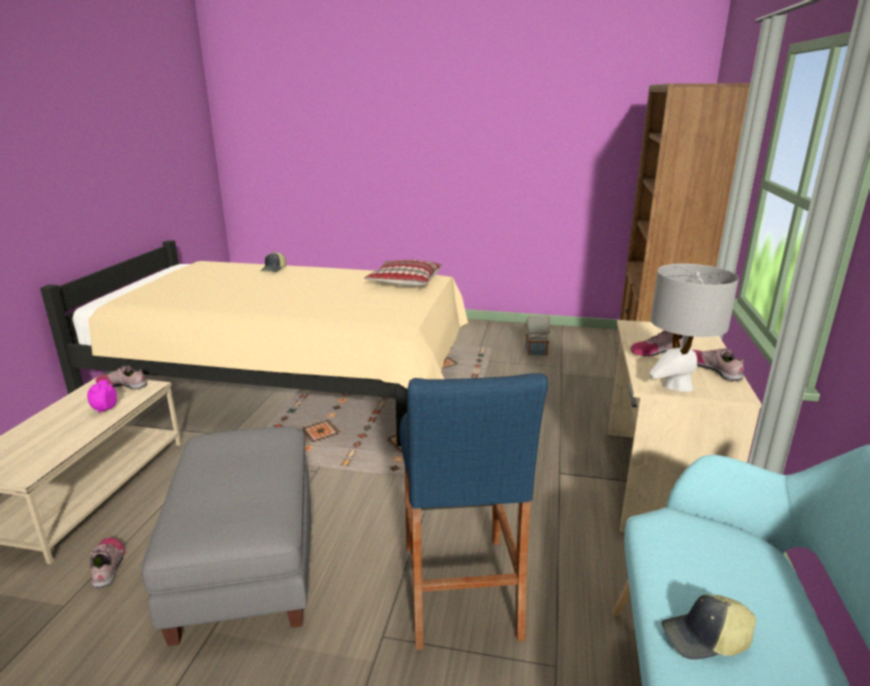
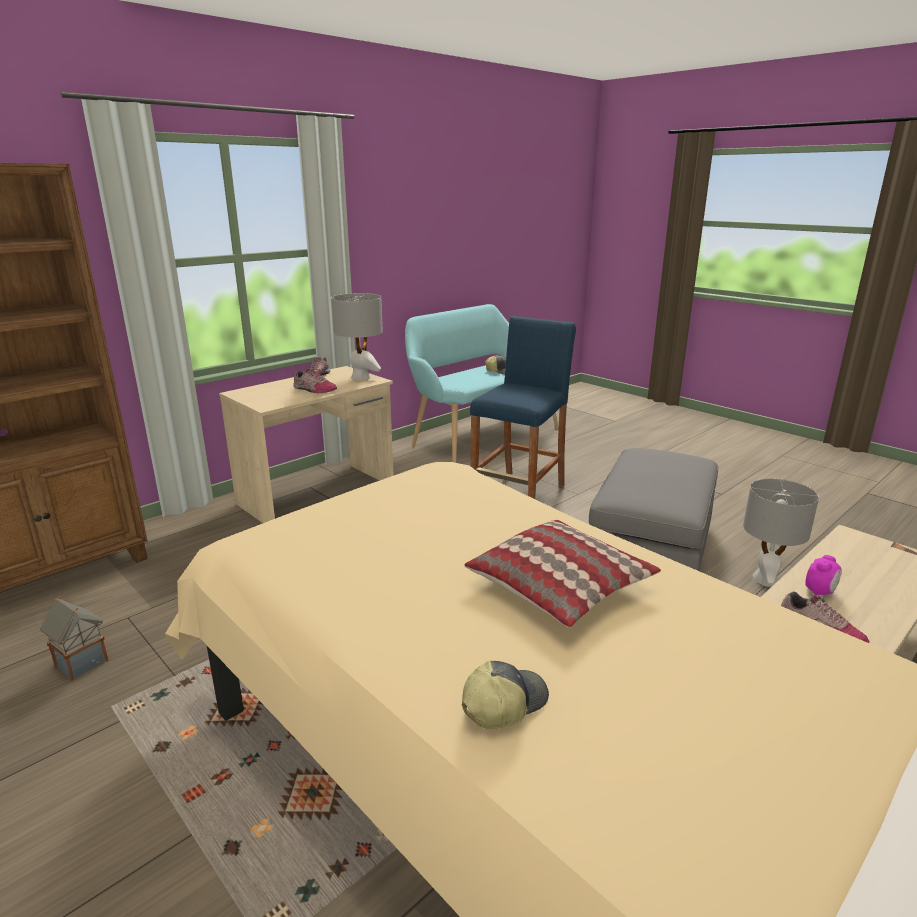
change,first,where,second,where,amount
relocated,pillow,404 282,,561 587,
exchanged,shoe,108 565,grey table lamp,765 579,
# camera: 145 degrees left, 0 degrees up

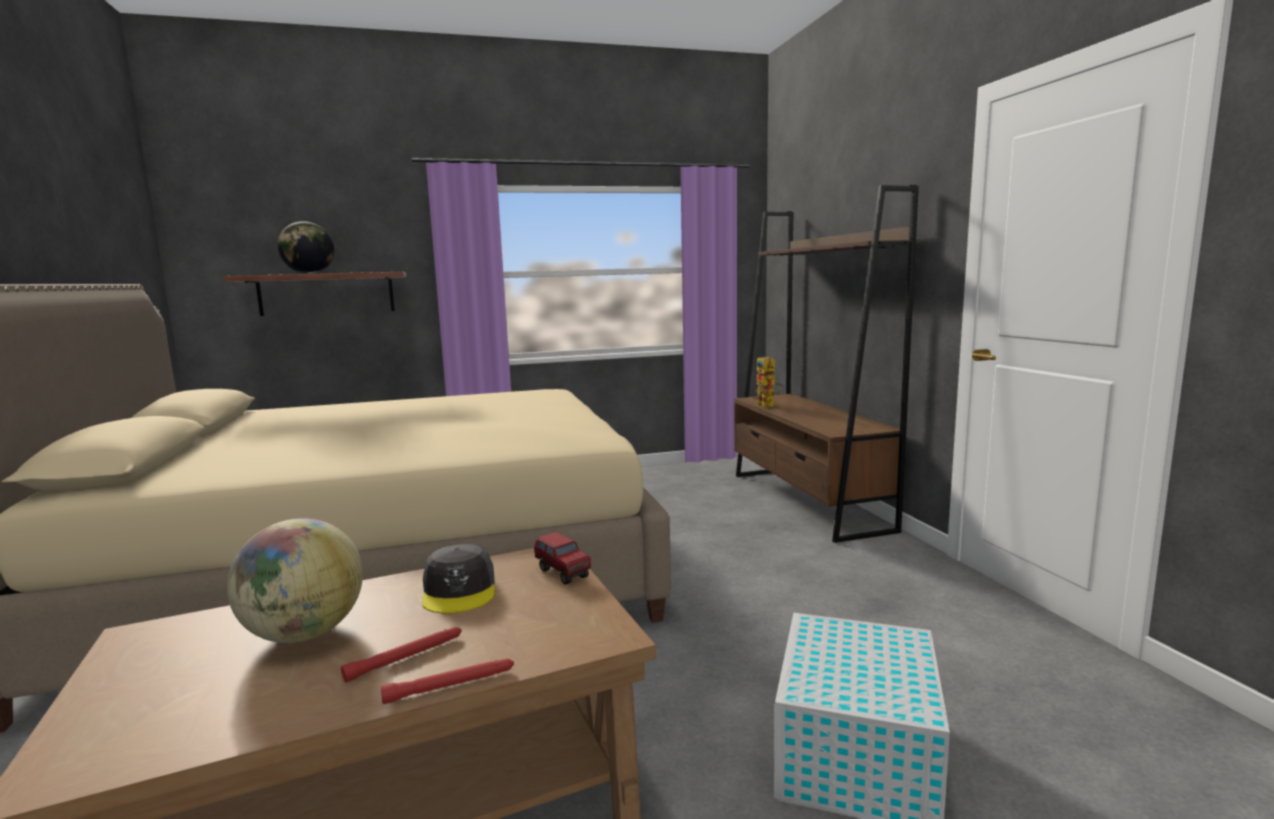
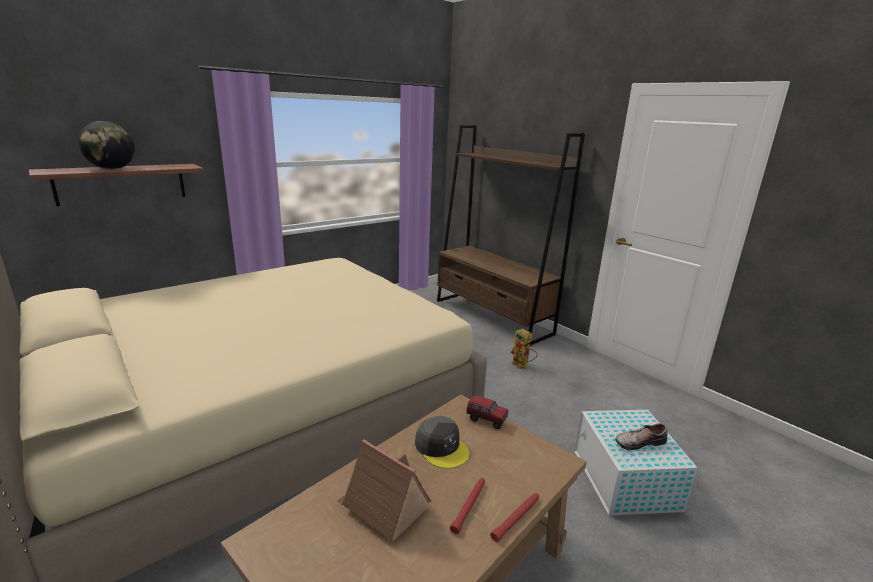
change,first,where,second,where,amount
appeared,,,shoe,638 441,
relocated,toy robot,768 406,,523 366,
exchanged,globe,304 634,toy house,383 506,
# camera: 25 degrees left, 10 degrees up

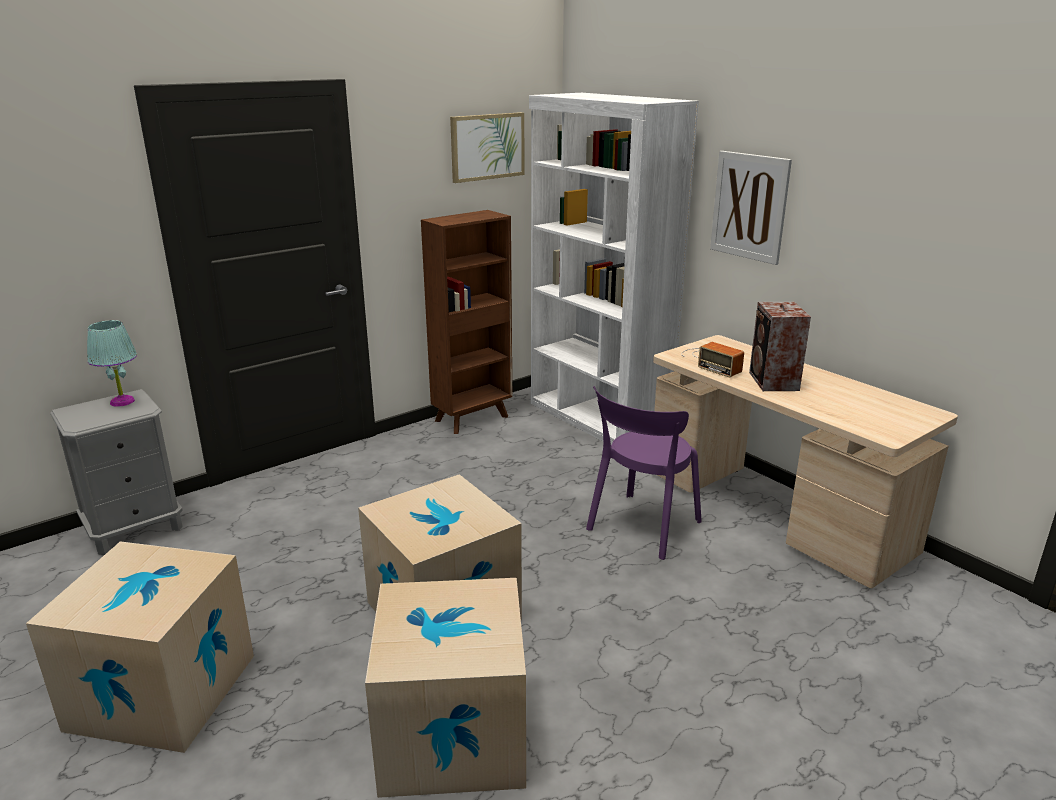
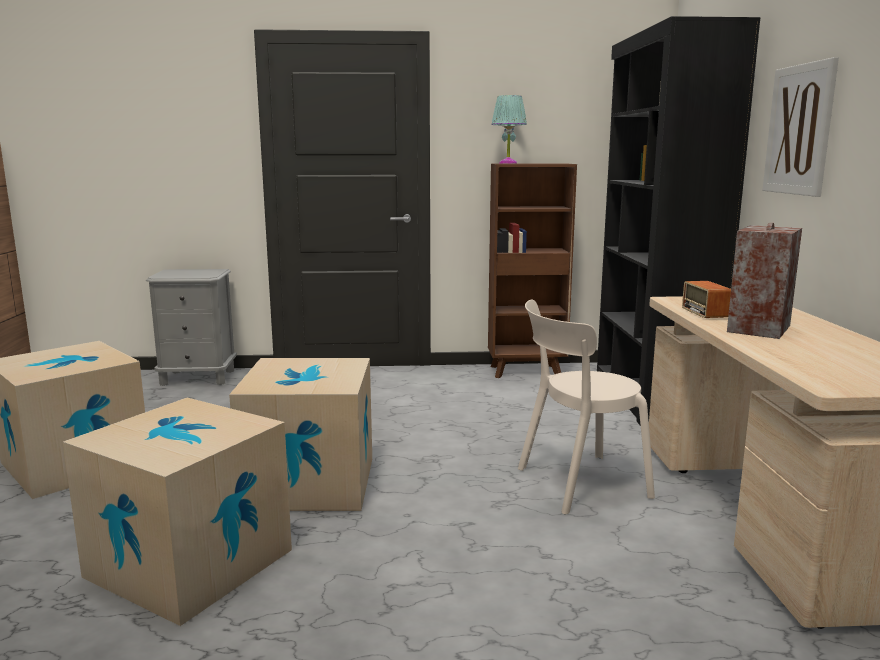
change,first,where,second,where,amount
missing,picture,487 146,,,
relocated,turquoise table lamp,122 401,,508 163,
colour,white bookcase,597 419,black bookcase,649 396,
colour,purple chair,641 528,beige chair,577 484,
# camera: 35 degrees right, 10 degrees down

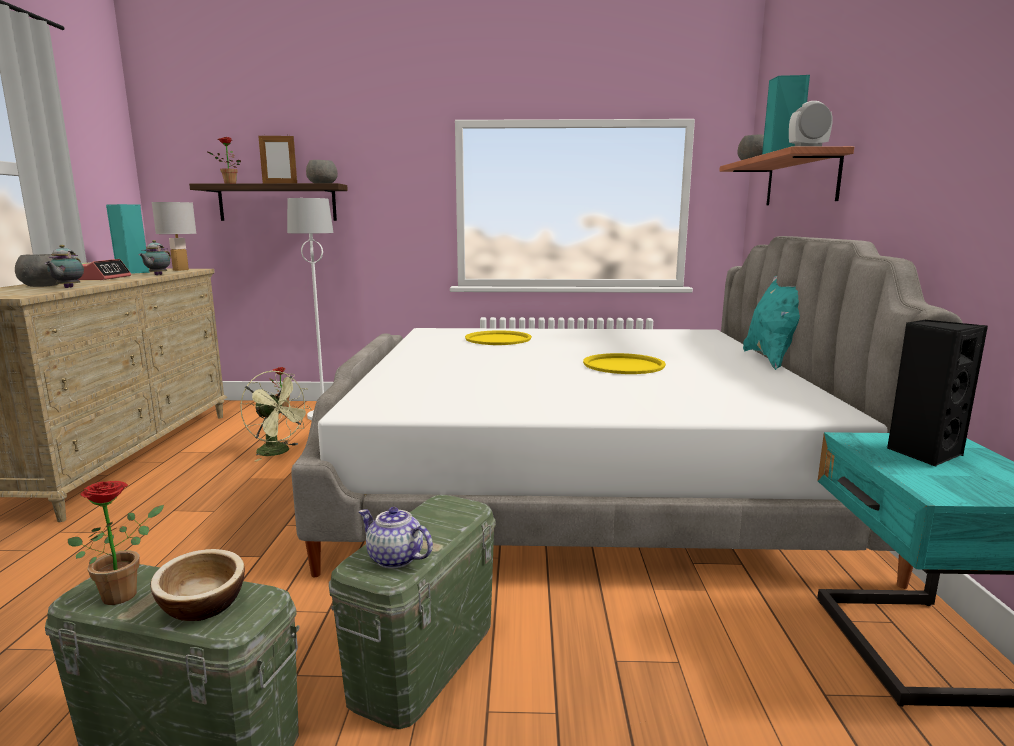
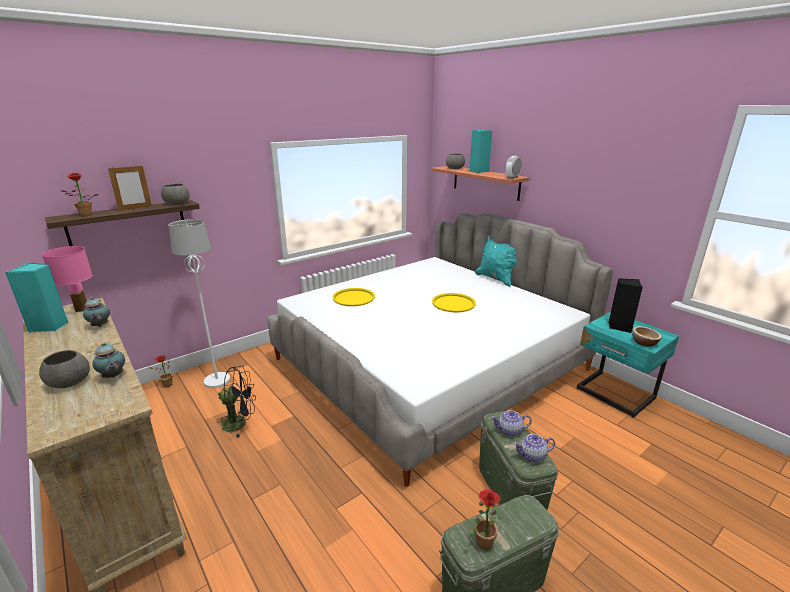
change,first,where,second,where,amount
missing,alarm clock,101 278,,,
appeared,,,teapot,509 431,
relocated,bowl,202 606,,644 342,
colour,white table lamp,181 270,pink table lamp,82 309,
colour,green fan,279 452,black fan,240 423,
# camera: 40 degrees left, 10 degrees up

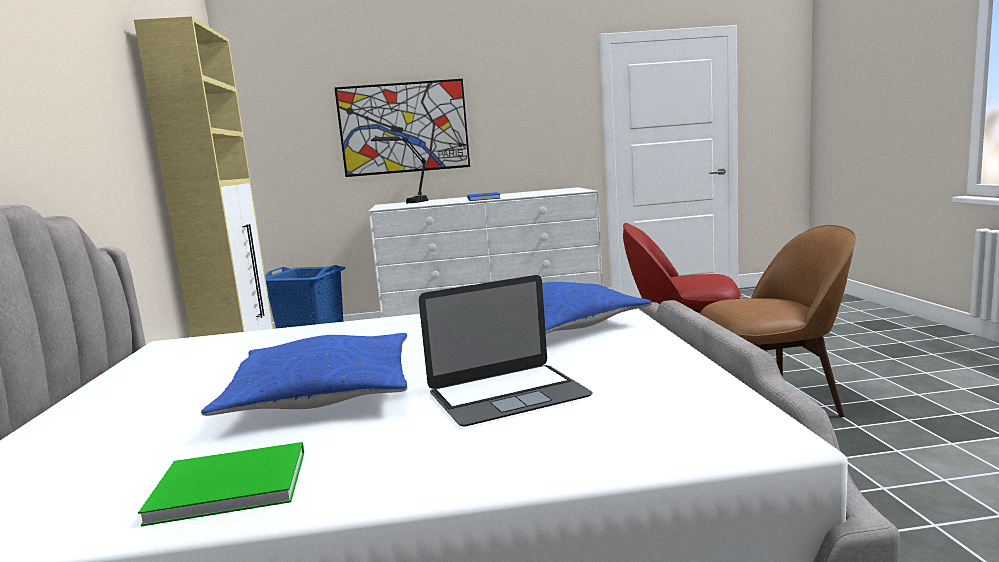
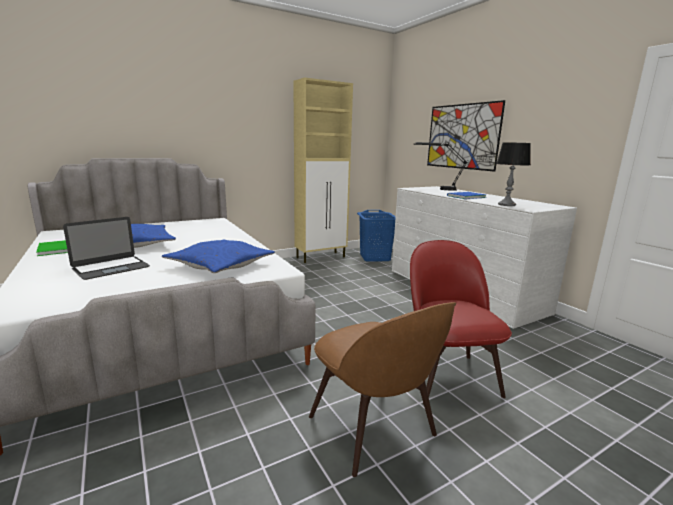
change,first,where,second,where,amount
appeared,,,table lamp,506 205,
spun,laptop,507 394,,111 267,90 degrees counterclockwise
# camera: 65 degrees right, 5 degrees up

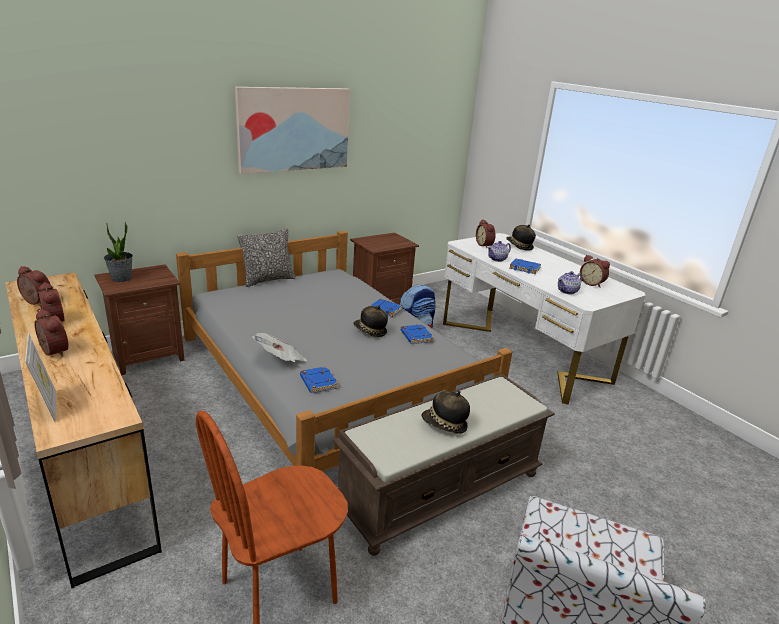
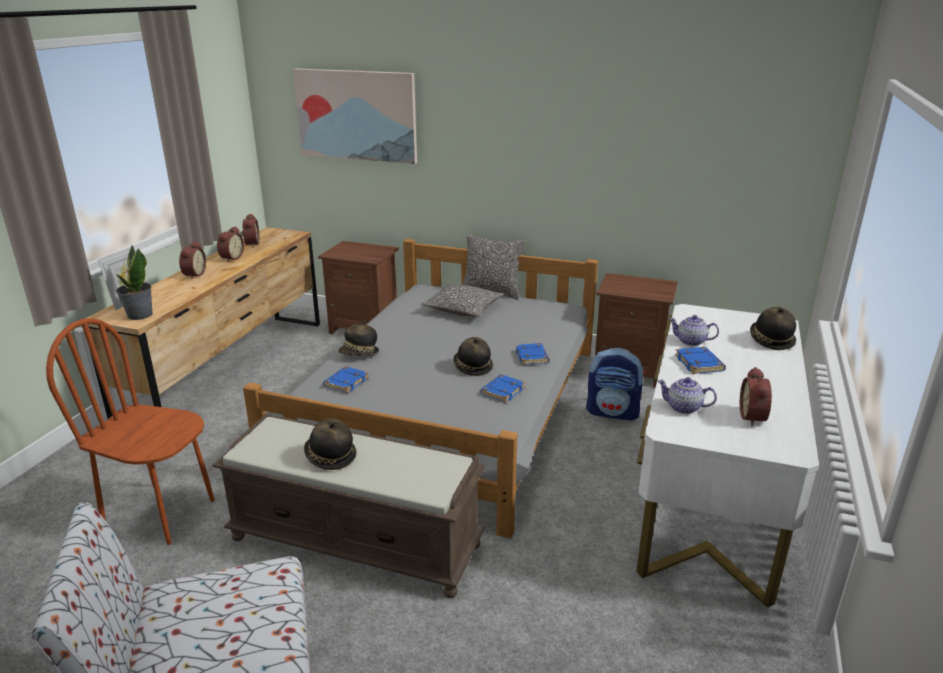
change,first,where,second,where,amount
missing,alarm clock,485 245,,,
appeared,,,pillow,463 309,
relocated,potted plant,121 278,,139 315,
relocated,picture,294 129,,356 115,
exchanged,newspaper,280 360,hat,359 354,
# camera: 55 degrees right, 0 degrees up

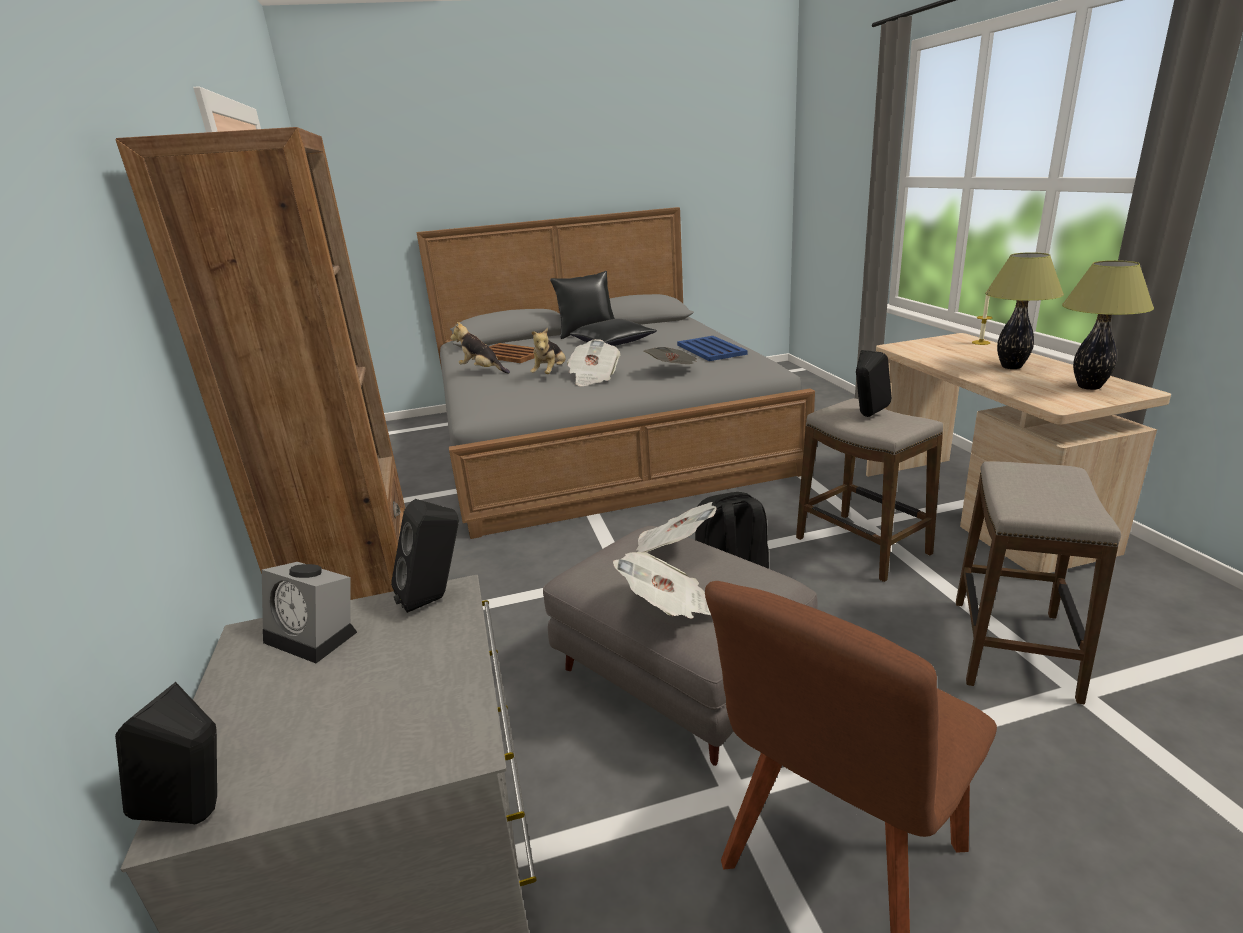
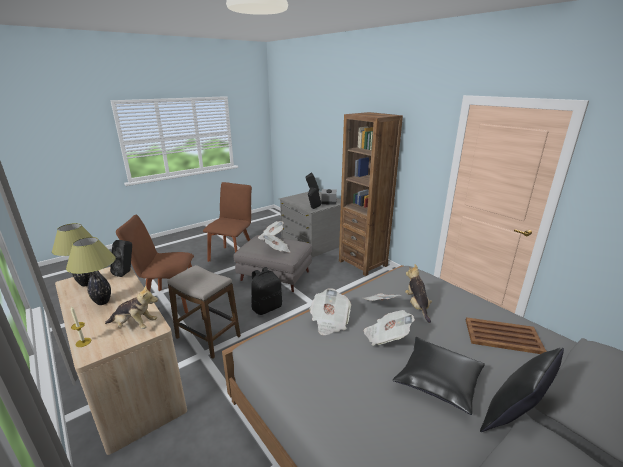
change,first,where,second,where,amount
missing,blue tray,711 350,,,
appeared,,,newspaper,386 337,
relocated,plush toy,482 370,,134 325,
relocated,black speaker,867 416,,126 272,
exchanged,stool,1013 648,brown chair,169 301,
# camera: 155 degrees right, 0 degrees up

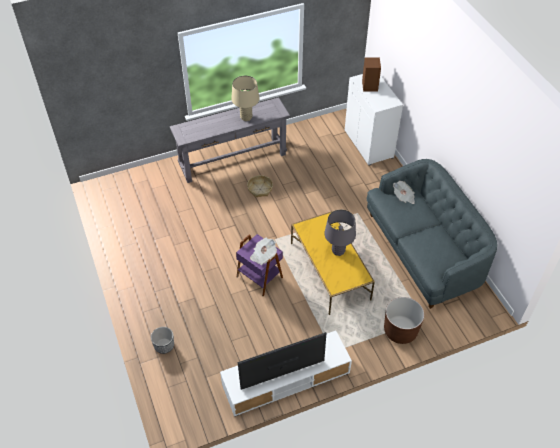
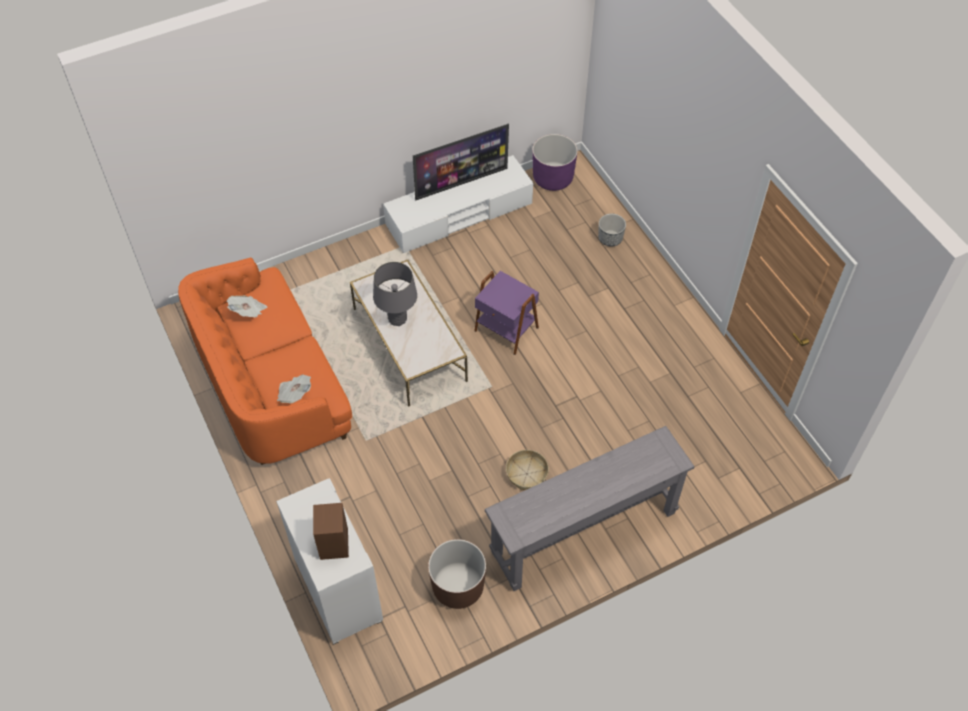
change,first,where,second,where,amount
missing,beige table lamp,246 117,,,
appeared,,,purple planter,553 178,
relocated,newspaper,263 255,,248 311,
relocated,brown planter,400 331,,458 586,
colour,yellow coffee table,330 271,white coffee table,409 344,
colour,grey sofa,423 251,orange sofa,271 384,
# camera: 175 degrees right, 5 degrees up

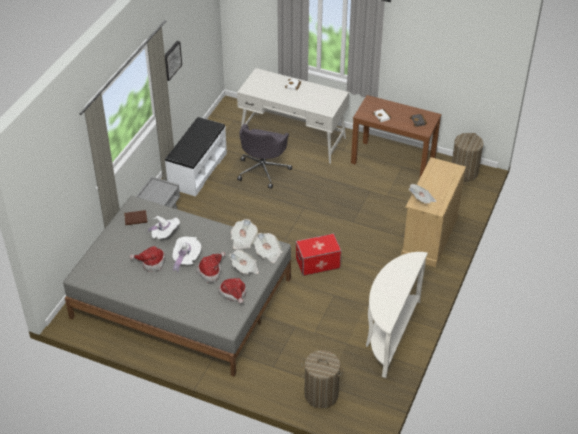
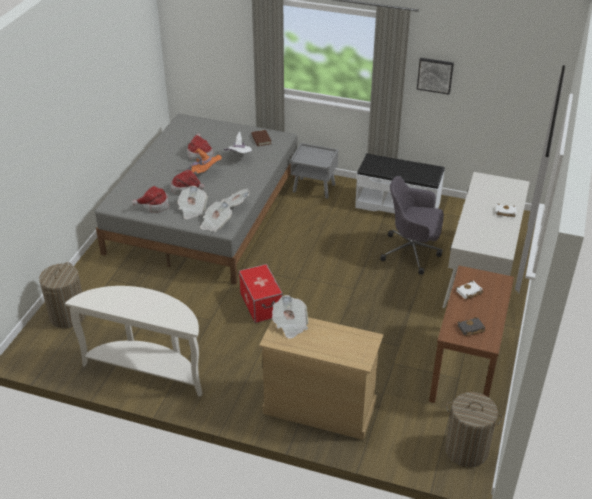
change,first,where,second,where,amount
colour,white hat,186 259,orange hat,206 172,
# camera: 85 degrees right, 5 degrees down

